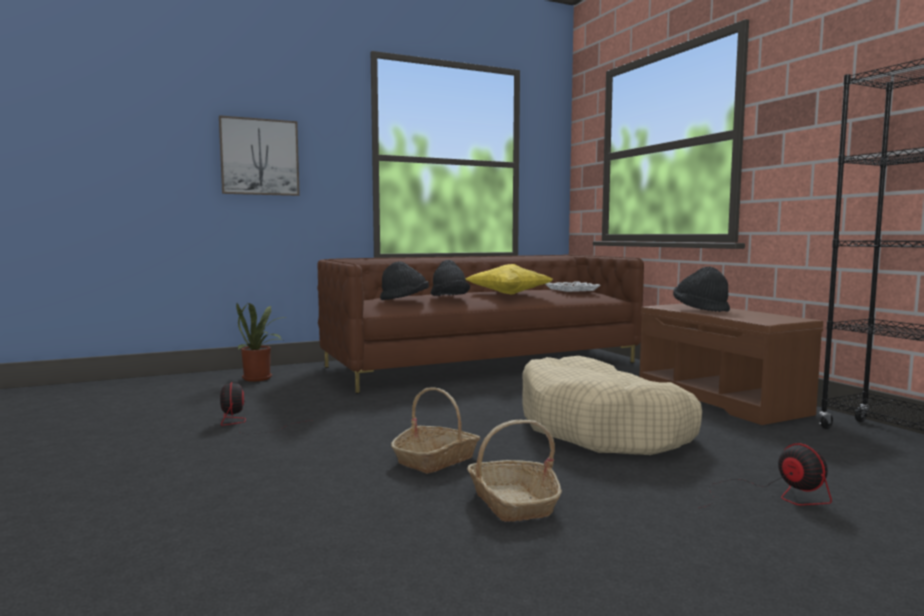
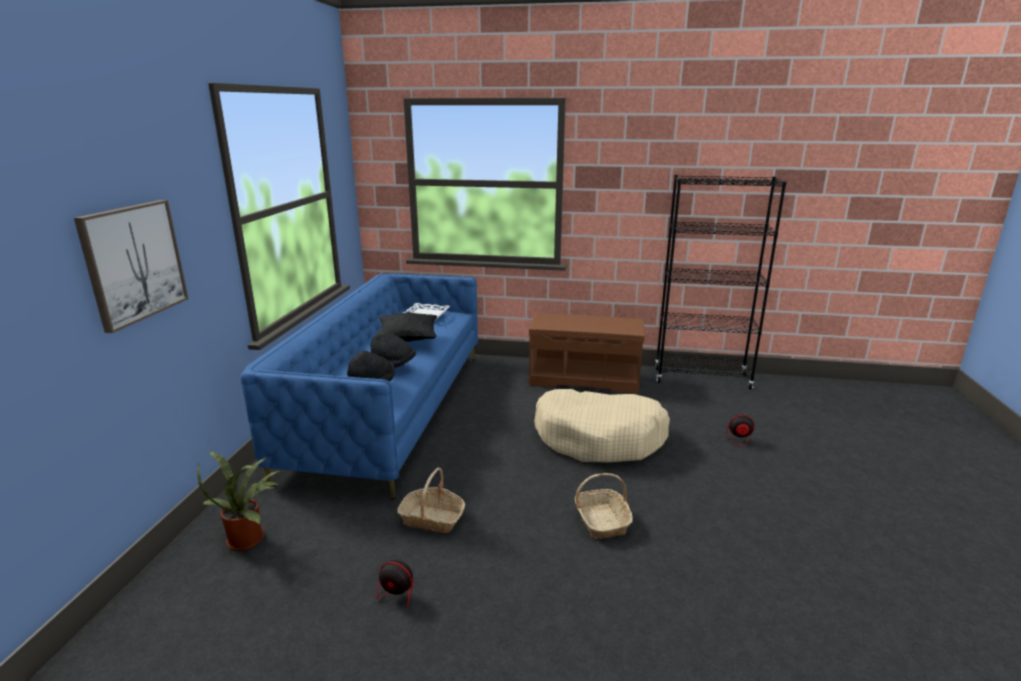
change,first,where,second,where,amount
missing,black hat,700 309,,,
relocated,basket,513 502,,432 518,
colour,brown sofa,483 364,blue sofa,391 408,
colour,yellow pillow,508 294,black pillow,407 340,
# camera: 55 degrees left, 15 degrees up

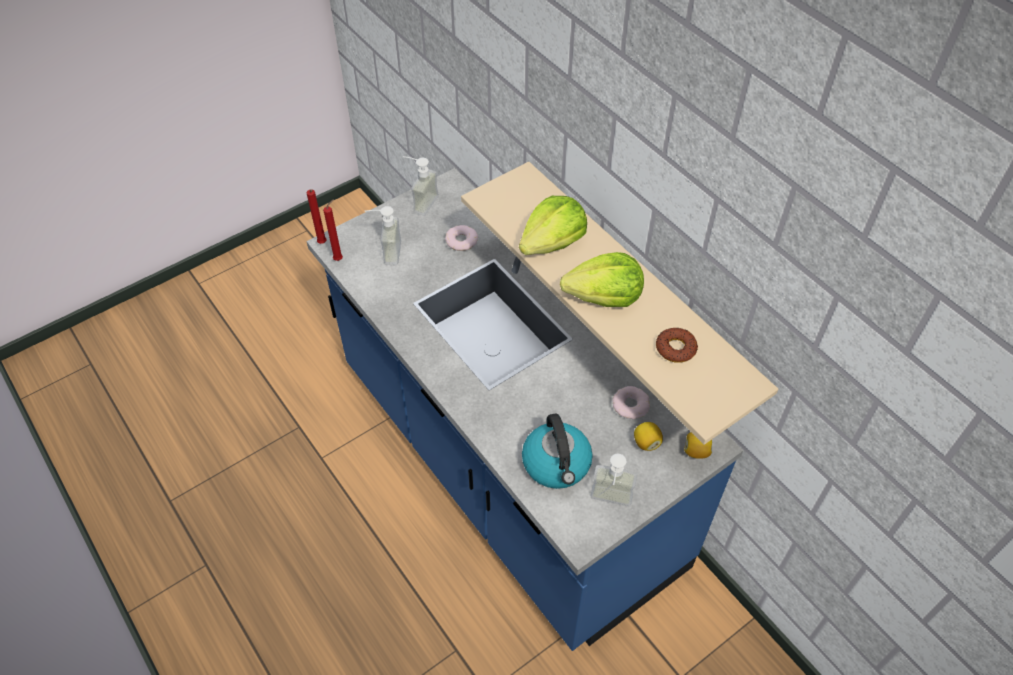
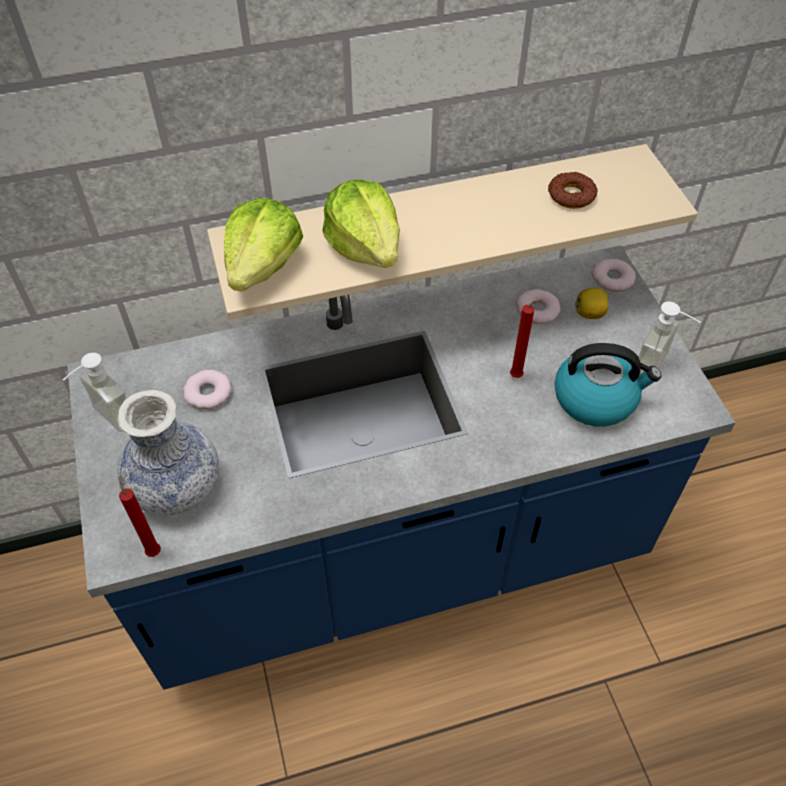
change,first,where,second,where,amount
relocated,red candle,322 244,,518 376,
relocated,lettuce,604 297,,263 266,
exchanged,soap dispenser,385 252,vase,176 487,
exchanged,lemon,696 451,donut,612 279,
# camera: 70 degrees left, 0 degrees up

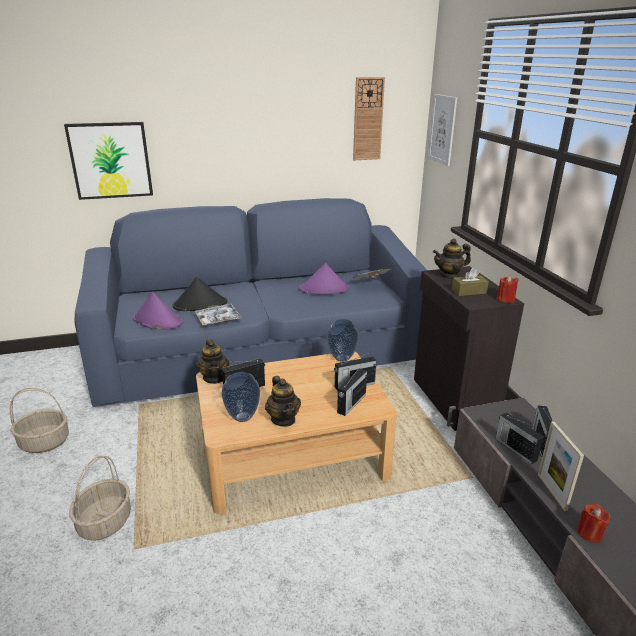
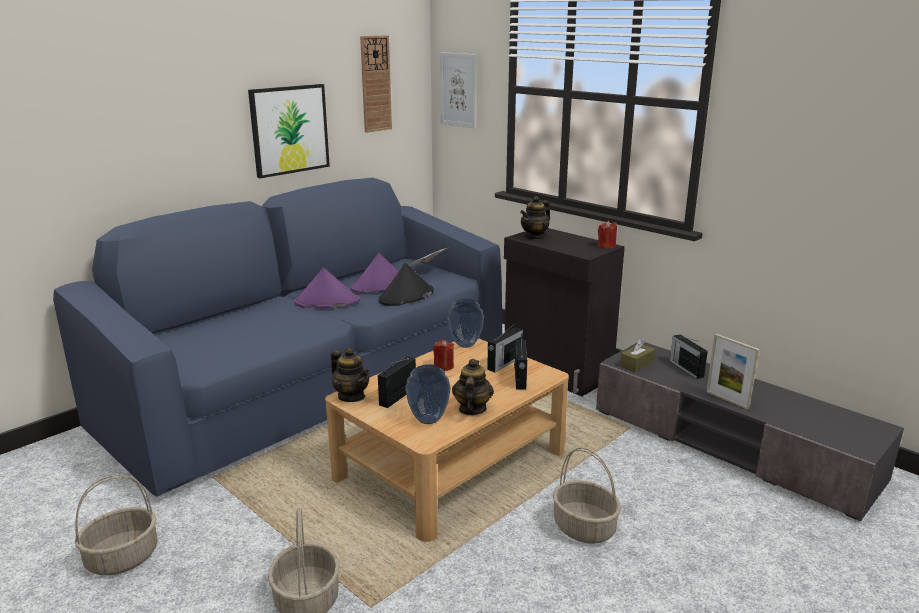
change,first,where,second,where,amount
missing,tray,218 319,,,
missing,radio,515 448,,,
appeared,,,basket,585 528,
relocated,picture,110 160,,289 130,
relocated,purple hat,157 320,,327 302,
relocated,black hat,200 304,,406 296,
relocated,brown tissue box,469 291,,636 364,
relocated,red candle,589 533,,443 366,
spun,teapot,283 419,,472 409,120 degrees counterclockwise
# camera: 30 degrees left, 5 degrees down

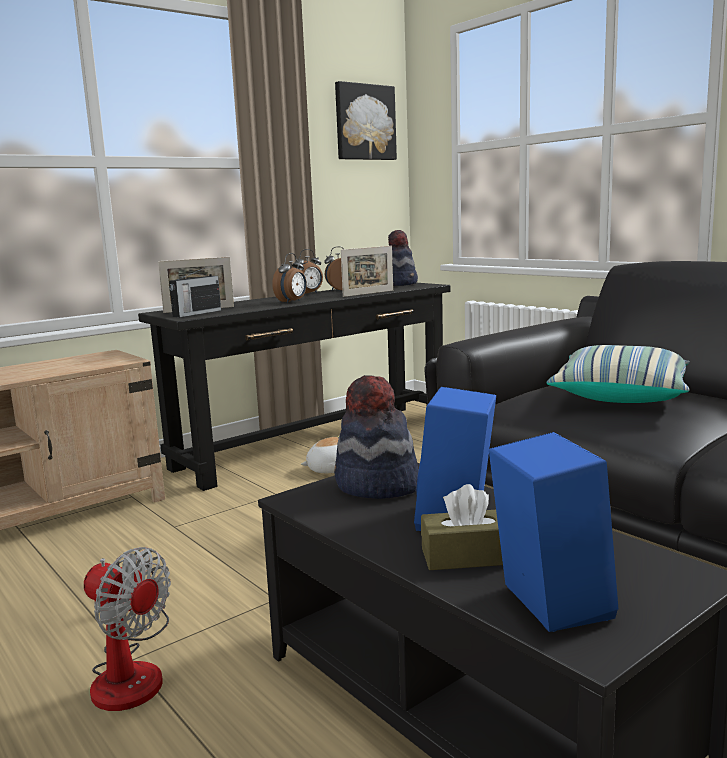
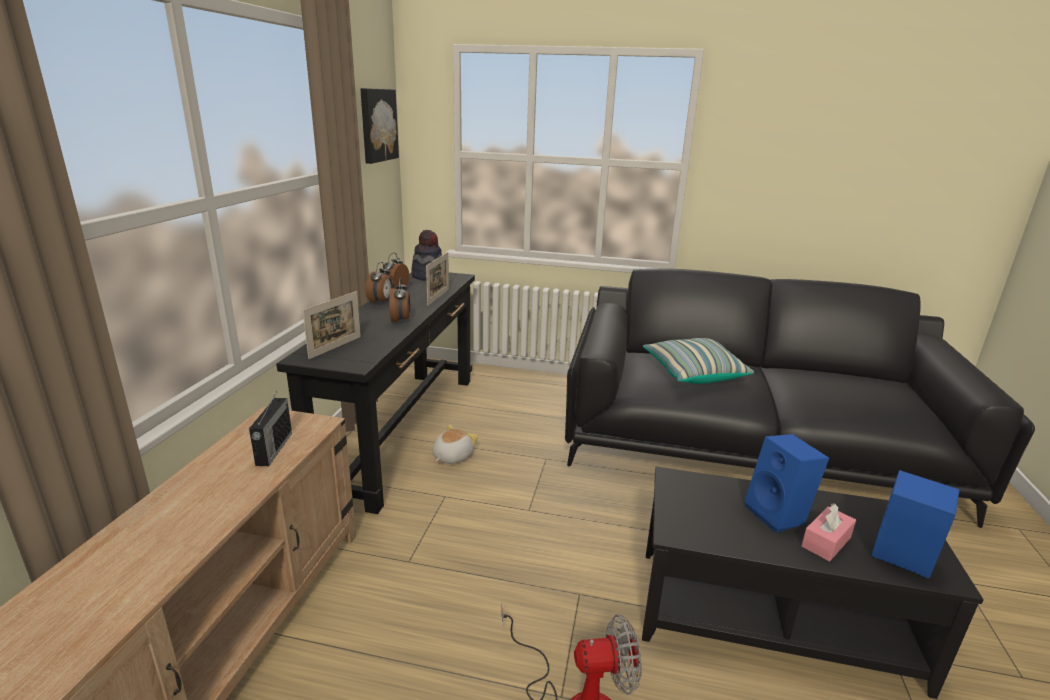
change,first,where,second,where,amount
missing,hat,376 486,,,
relocated,radio,196 313,,273 449,
colour,brown tissue box,468 556,pink tissue box,826 542,
# camera: 40 degrees left, 10 degrees up

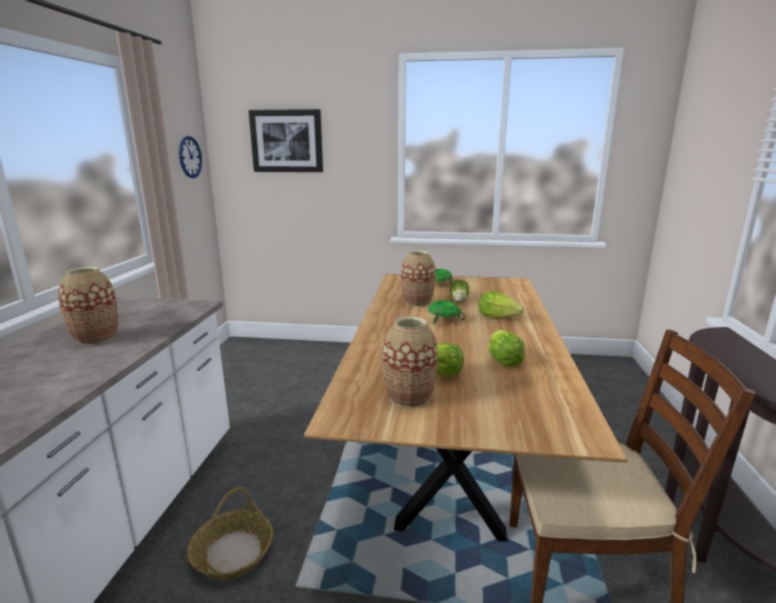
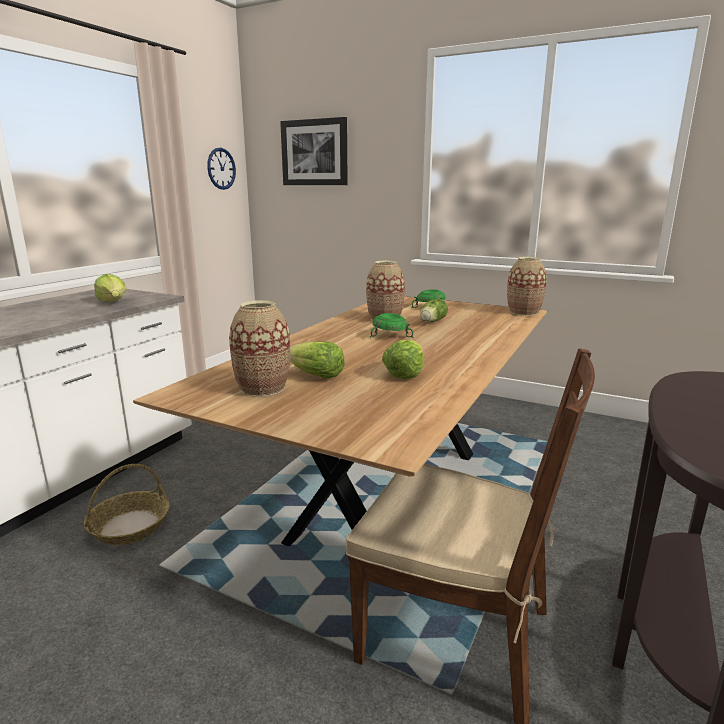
change,first,where,second,where,amount
relocated,vase,96 338,,523 312,
relocated,lettuce,498 317,,113 302,
# camera: 20 degrees right, 0 degrees up

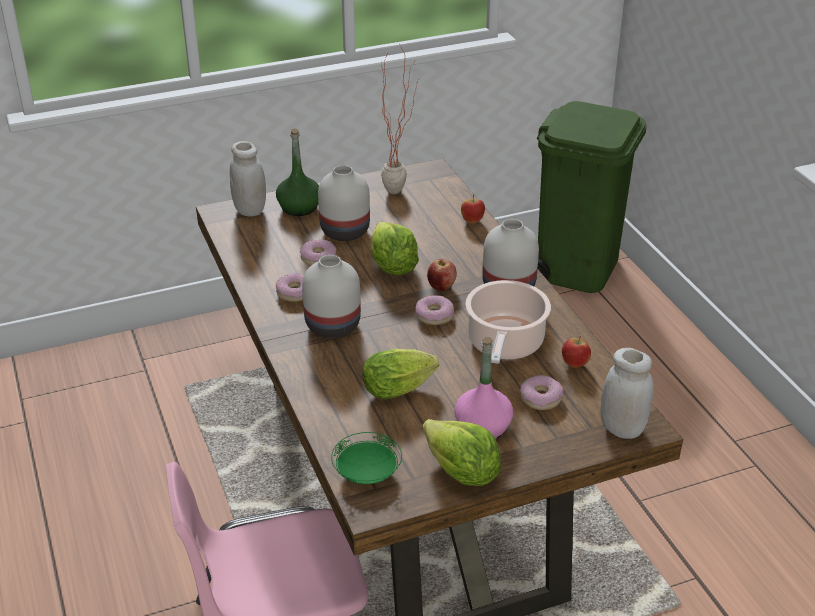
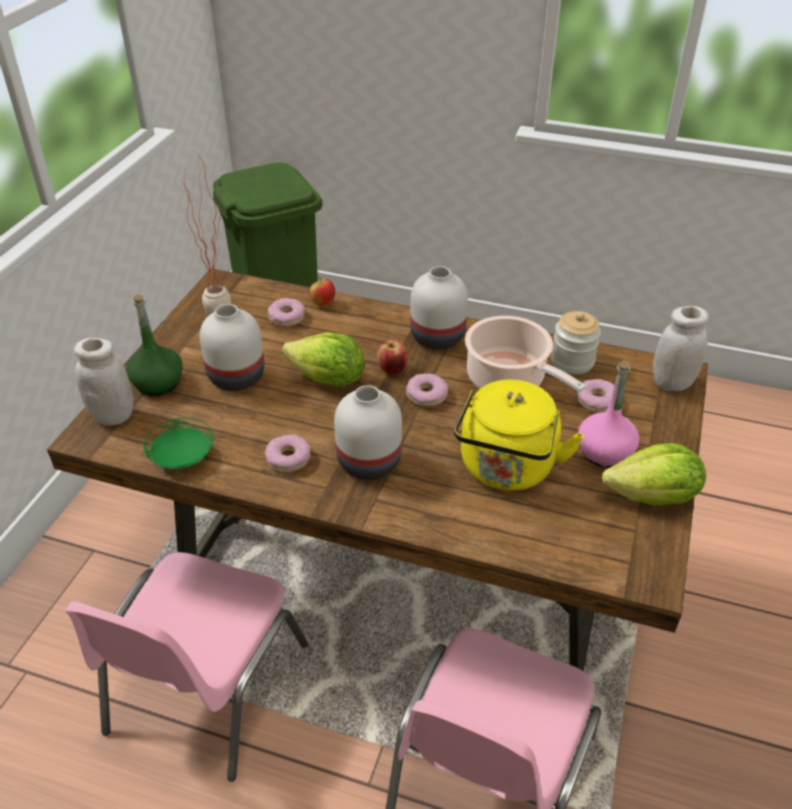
change,first,where,second,where,amount
appeared,,,pink chair,204 689,
relocated,donut,318 258,,286 317,
relocated,green plate,367 473,,183 457,
exchanged,lettuce,401 388,yellow kettle,506 470,
exchanged,apple,574 364,jar,572 361,
# camera: 50 degrees left, 5 degrees up

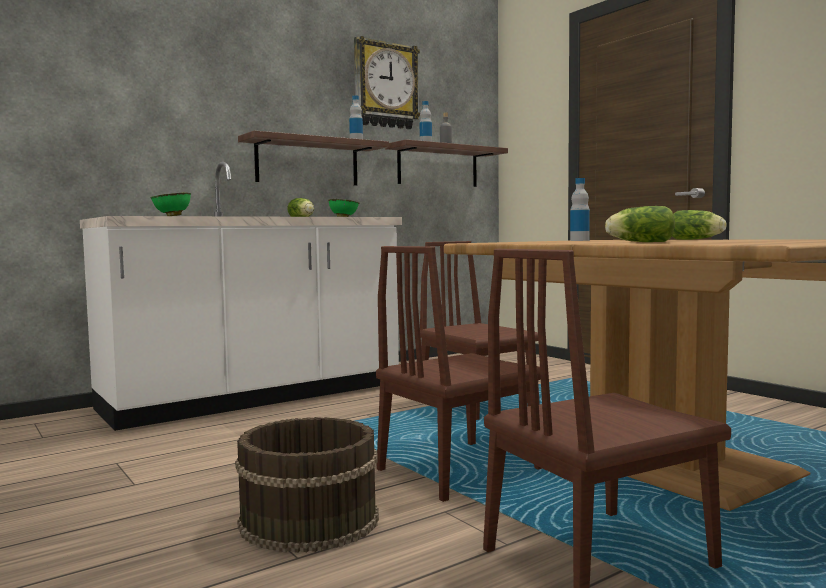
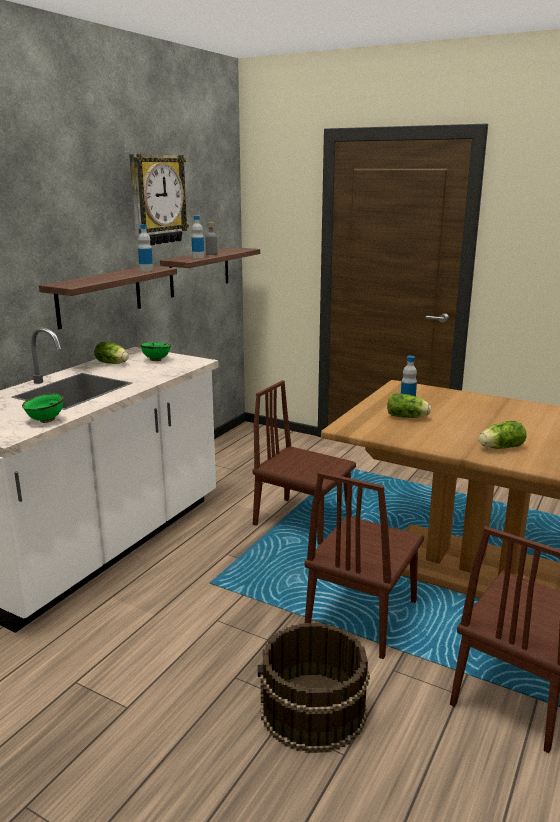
change,first,where,second,where,amount
relocated,lettuce,697 239,,408 417,
# camera: 25 degrees left, 15 degrees up

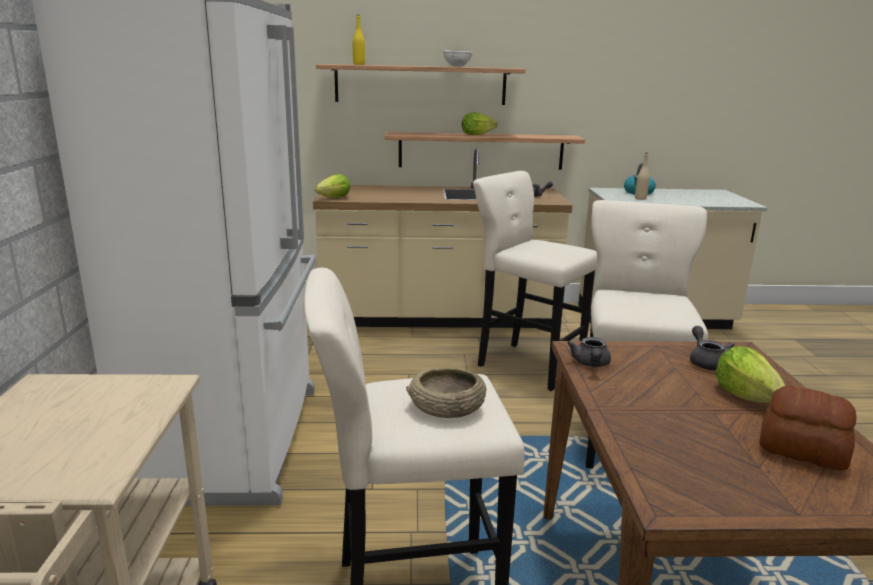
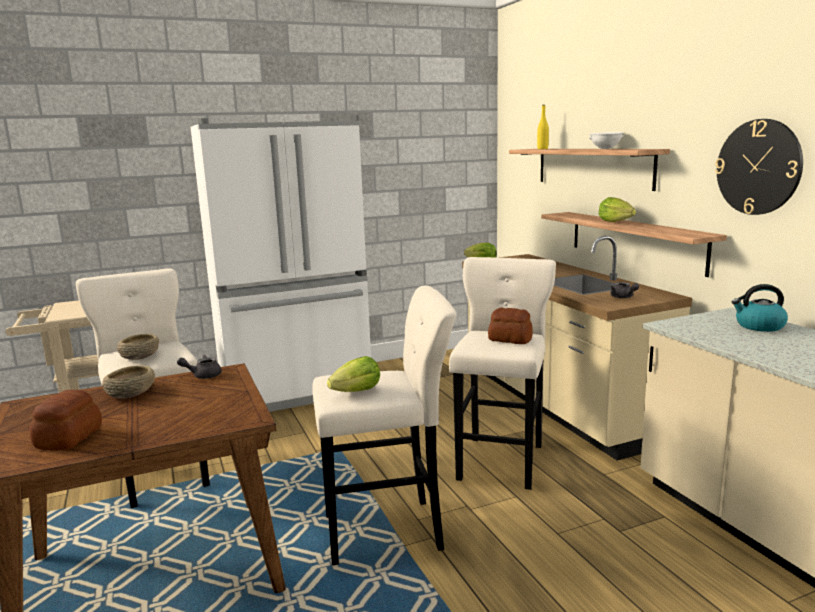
change,first,where,second,where,amount
missing,beige bottle,640 198,,,
missing,grey teapot,706 362,,,
appeared,,,beige bowl,130 392,
appeared,,,bread,510 339,
appeared,,,wall clock,758 167,
relocated,lettuce,746 396,,357 392,
# camera: 70 degrees right, 5 degrees down

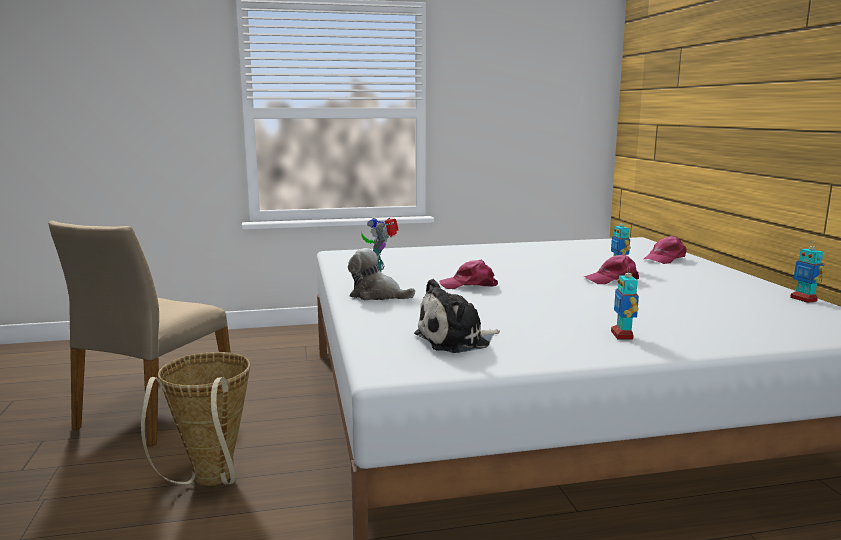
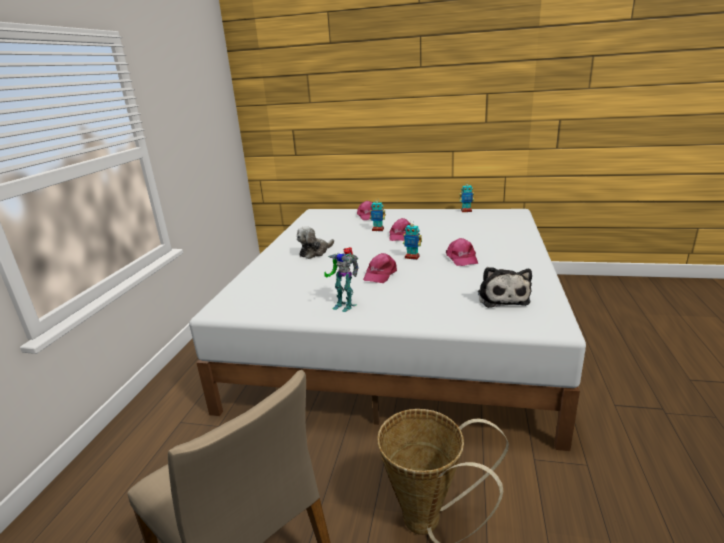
change,first,where,second,where,amount
appeared,,,pink cap,461 258,
relocated,plush toy,377 295,,315 252,
relocated,toy robot,622 335,,412 257,
# camera: 65 degrees left, 10 degrees up

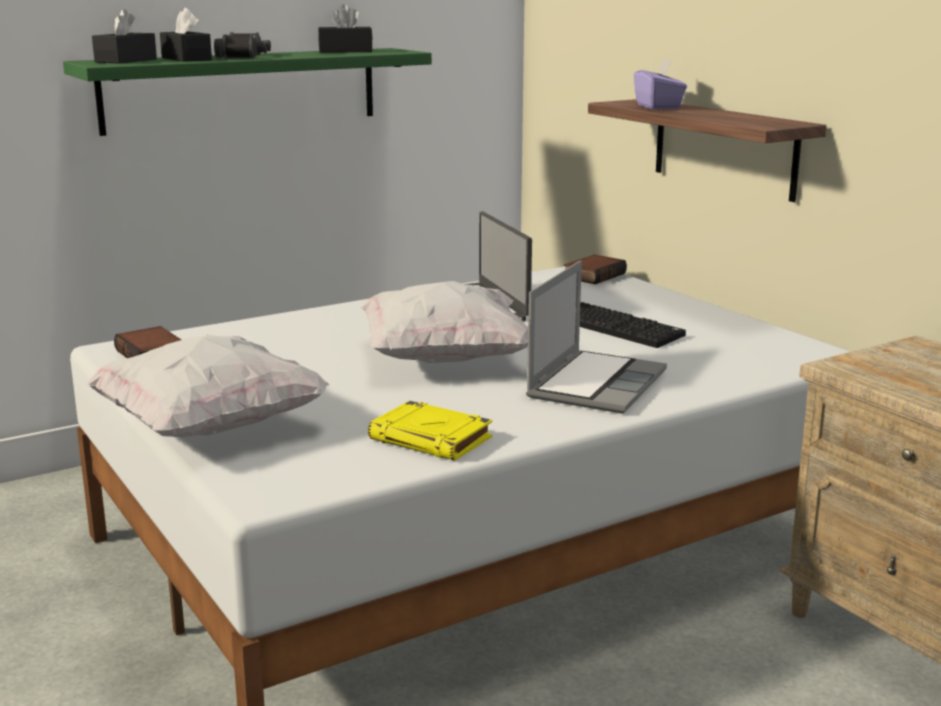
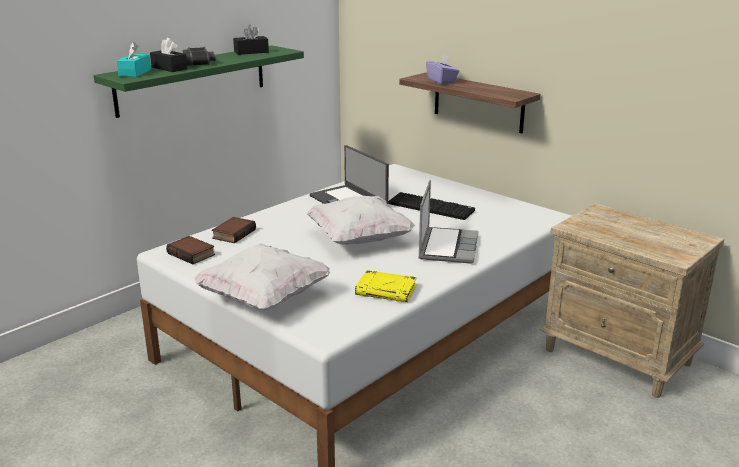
change,first,where,second,where,amount
relocated,book,593 275,,233 233,
colour,black tissue box,126 60,turquoise tissue box,135 73,
# camera: 15 degrees left, 5 degrees up

